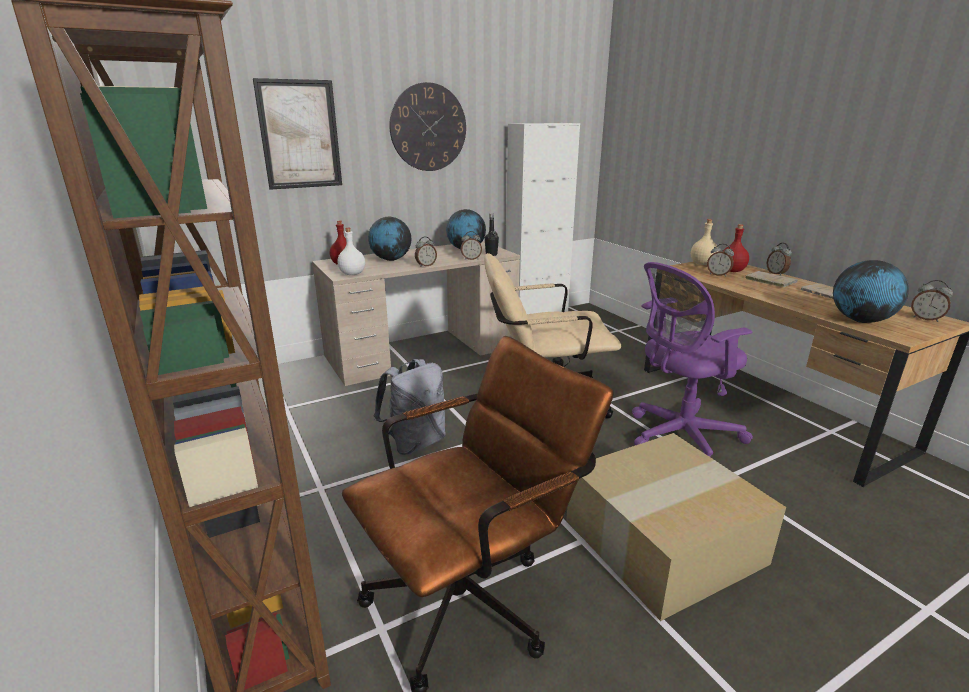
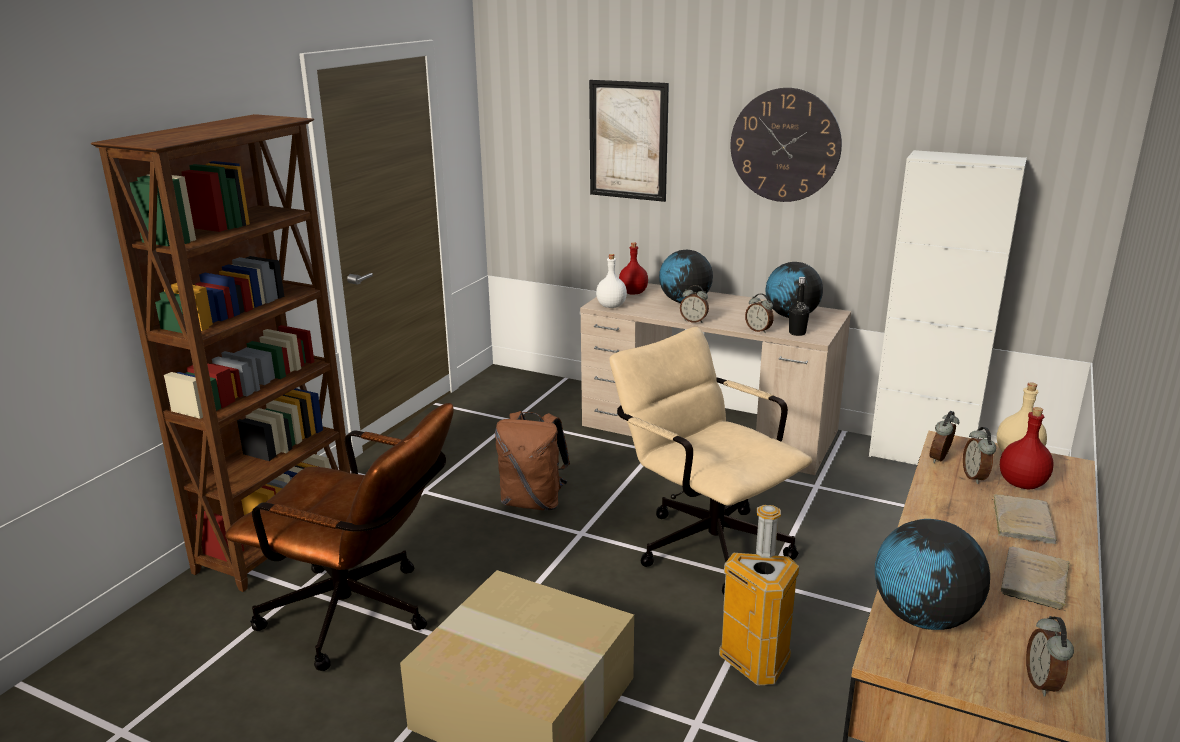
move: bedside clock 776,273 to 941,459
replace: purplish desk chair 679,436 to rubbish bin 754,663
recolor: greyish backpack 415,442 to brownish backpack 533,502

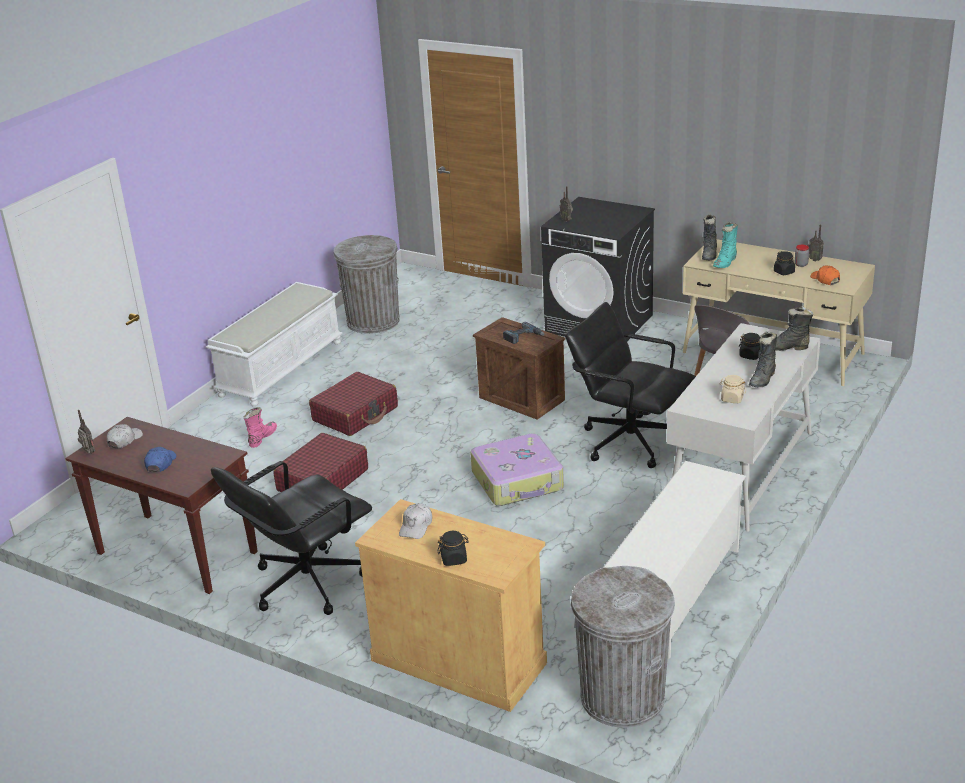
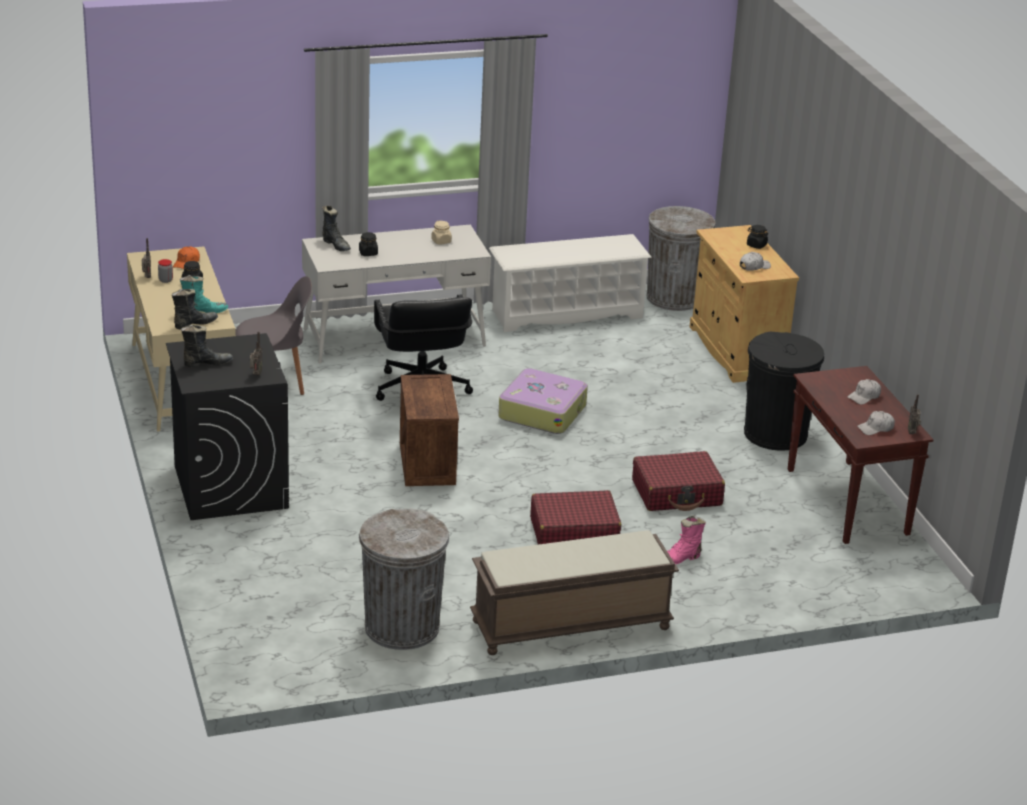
delete: drill 523,337
move: black high-top boot 763,379 to 207,363
replace: black desk chair 306,583 to black rubbish bin 775,434
recolor: blue-coloured peaked cap 160,463 to white peaked cap 864,397; white long seat 281,368 to brownish long seat 570,625

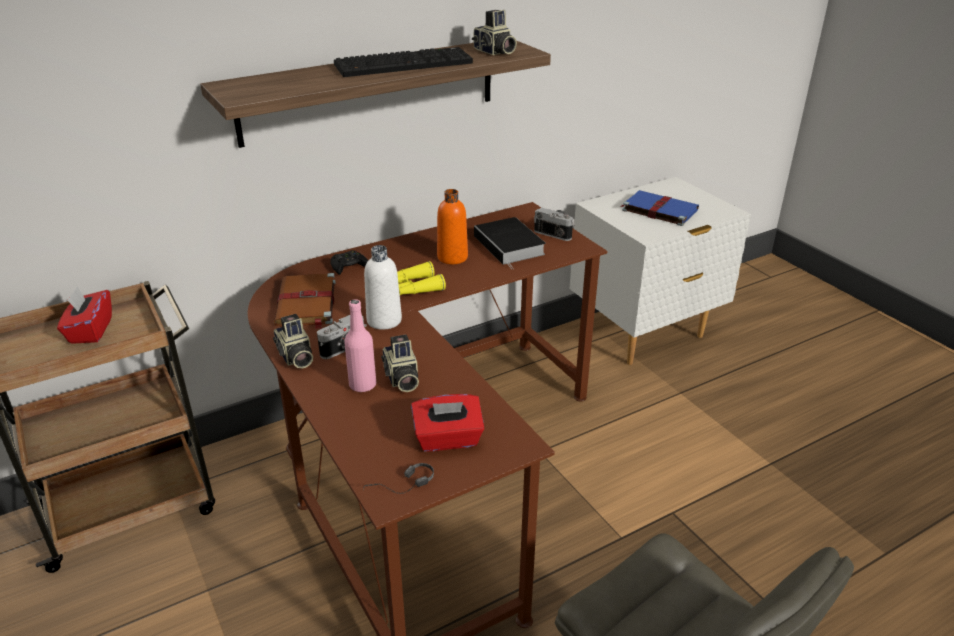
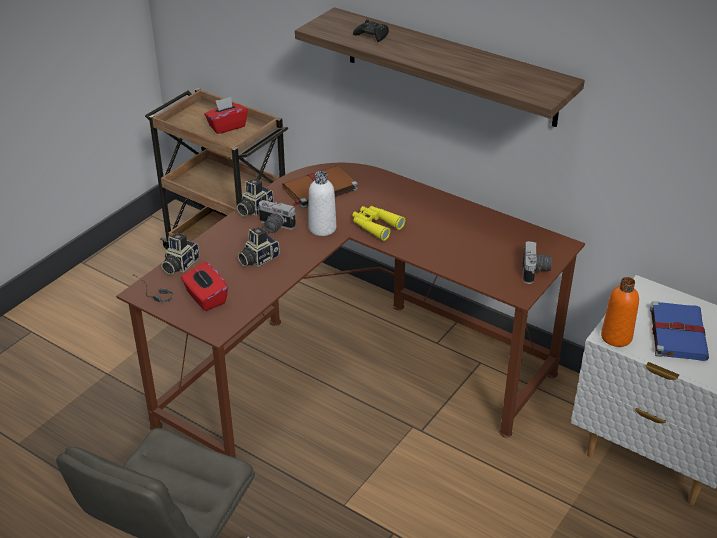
delete: keyboard 404,64; pink-coloured beverage bottle 362,385; book 510,246
move: black joypad 348,266 to 372,35; orangey beverage bottle 452,257 to 616,337; photo camera 494,52 to 179,265

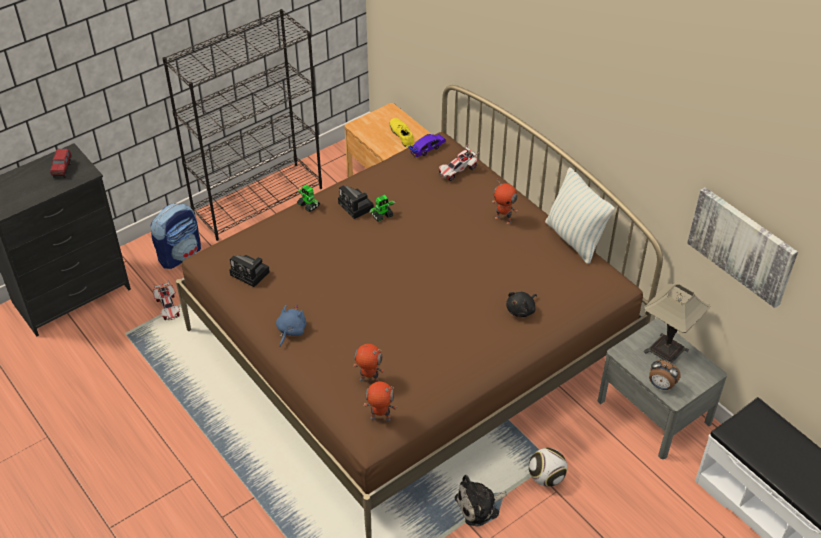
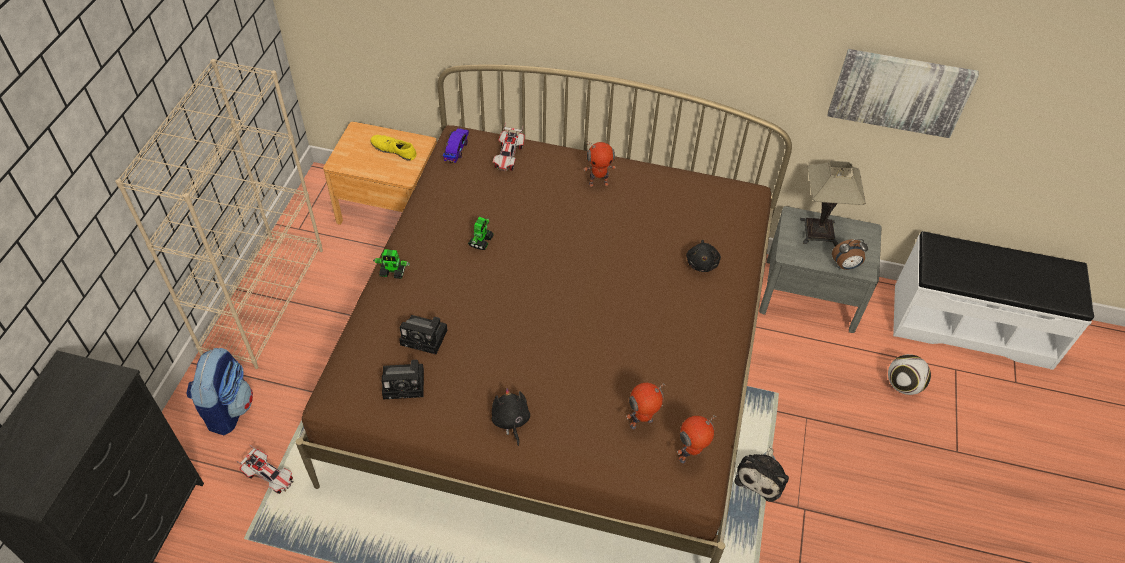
delete: toy lorry 63,169; throw pillow 574,239
move: photo camera 357,207 to 426,337; football ball 546,478 to 903,385
recolor: black bookshelf 258,200 to beige bookshelf 264,299; blue-coloured cuddly toy 290,331 to black cuddly toy 510,421

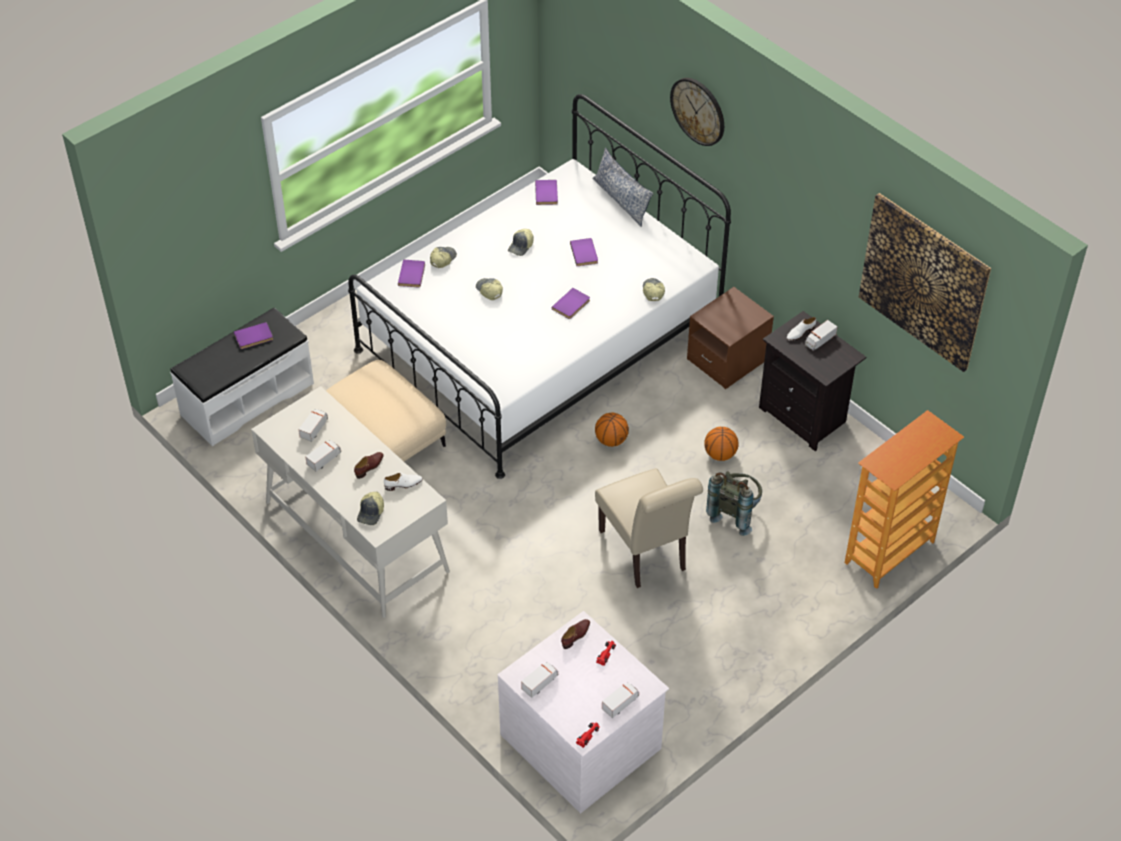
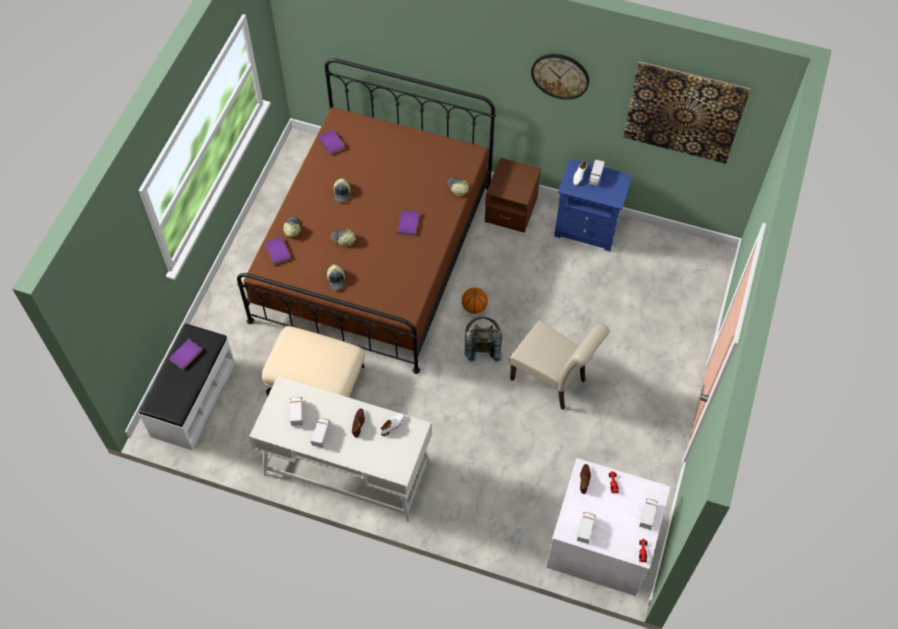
delete: purplish book 585,253; throw pillow 621,200; ball for basketball 720,454; bookshelf 890,553
move: peaked cap 371,513 to 337,280; clock on the wall 698,111 to 560,75; greyish backpack 734,513 to 482,346
recolor: white sleeping bed 539,338 to brownish sleeping bed 373,252; black night table 805,416 to blue-coloured night table 587,228

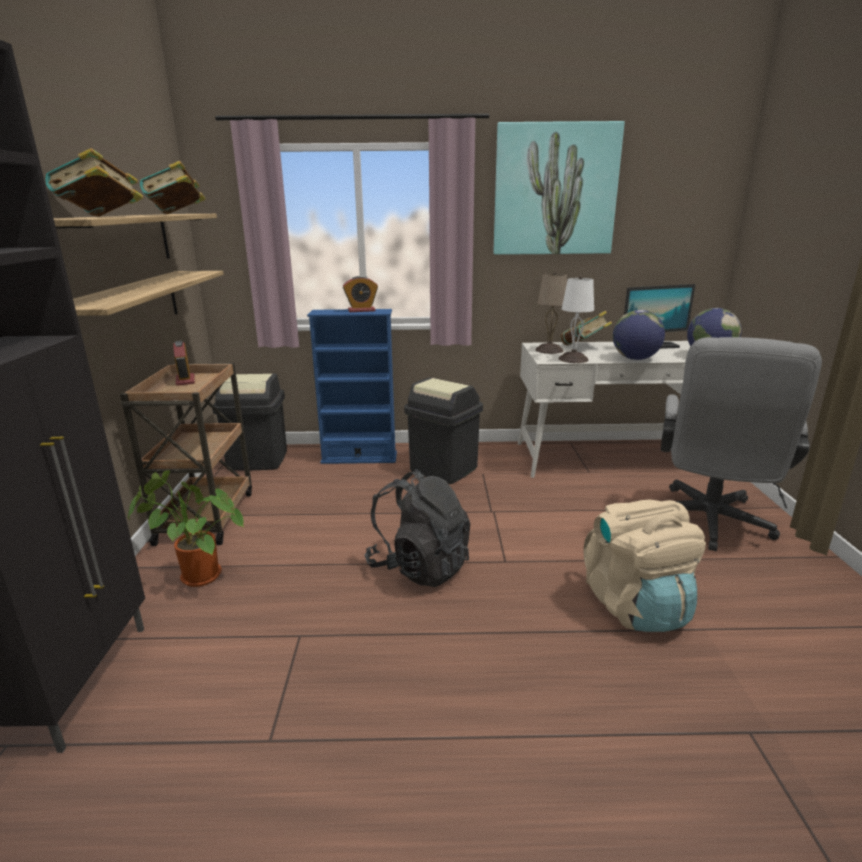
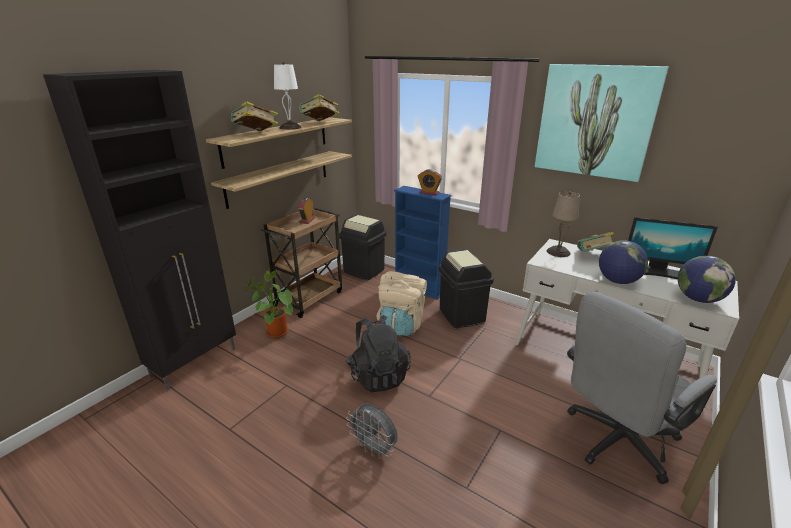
insert: greyish cooling fan 374,449
move: white lamp for a table 572,359 to 290,127; beige backpack 636,605 to 401,324

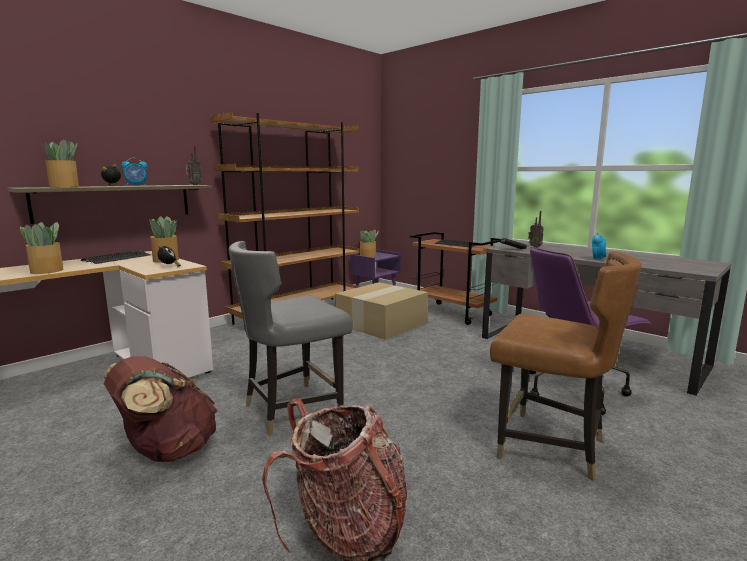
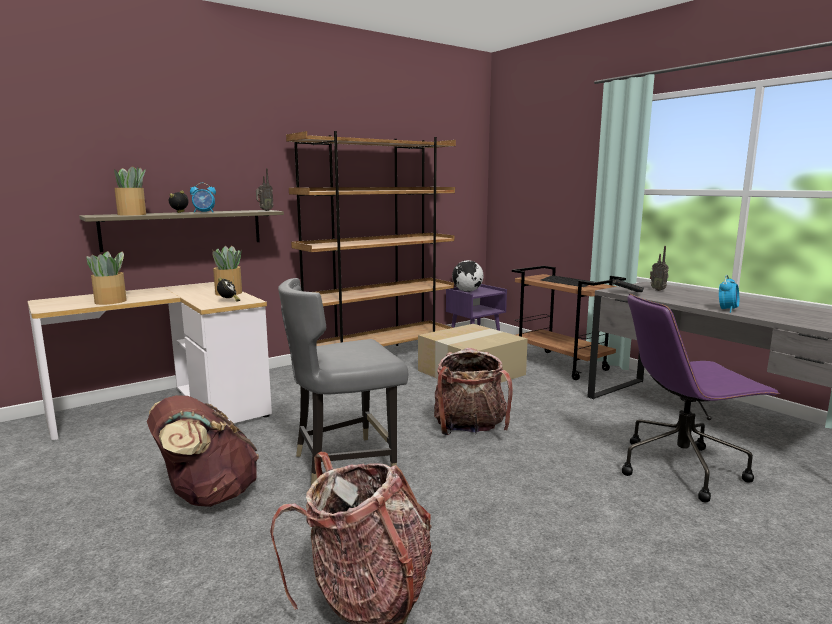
delete: keyboard 117,258; brownish upright chair 550,446
insert: backpack 469,428
replace: plant in a pot 368,256 to globe 467,291

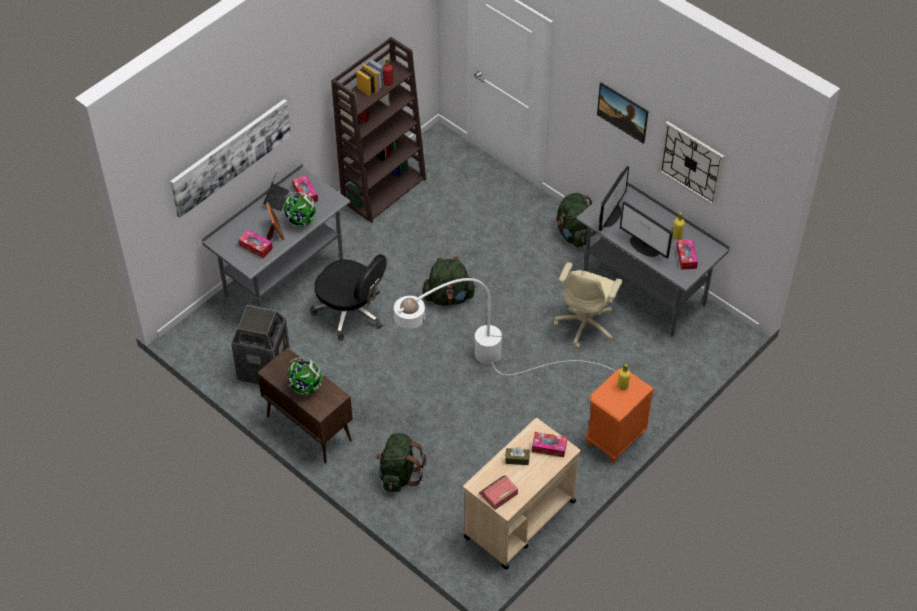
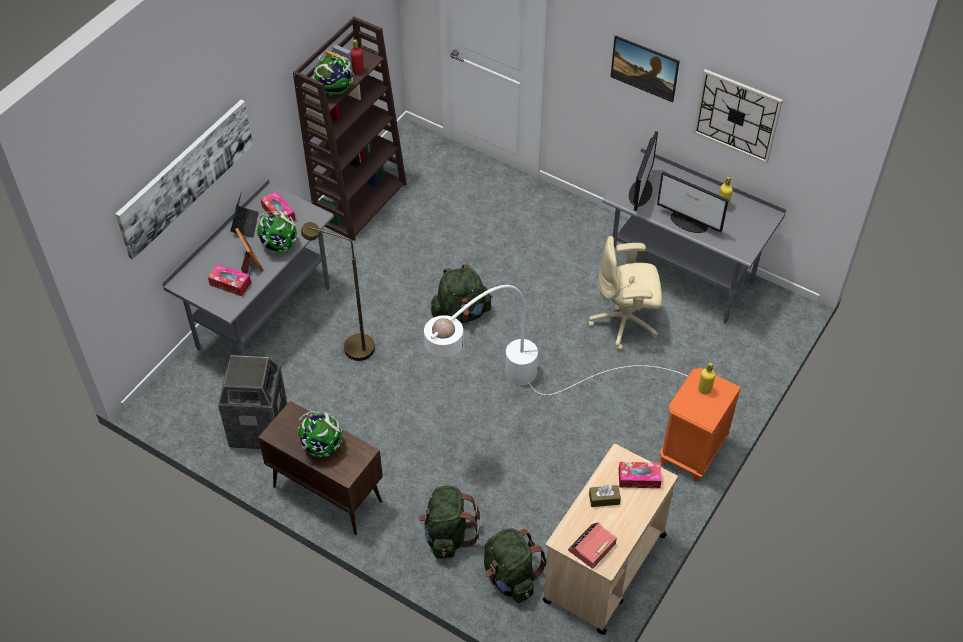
delete: tissue box 686,257
insert: globe 334,91
move: green-coloured backpack 574,234 to 510,577
replace: black desk chair 351,312 to brownish standard lamp 350,347
rotate: beige desk chair 586,324 = 625,323 75 degrees clockwise

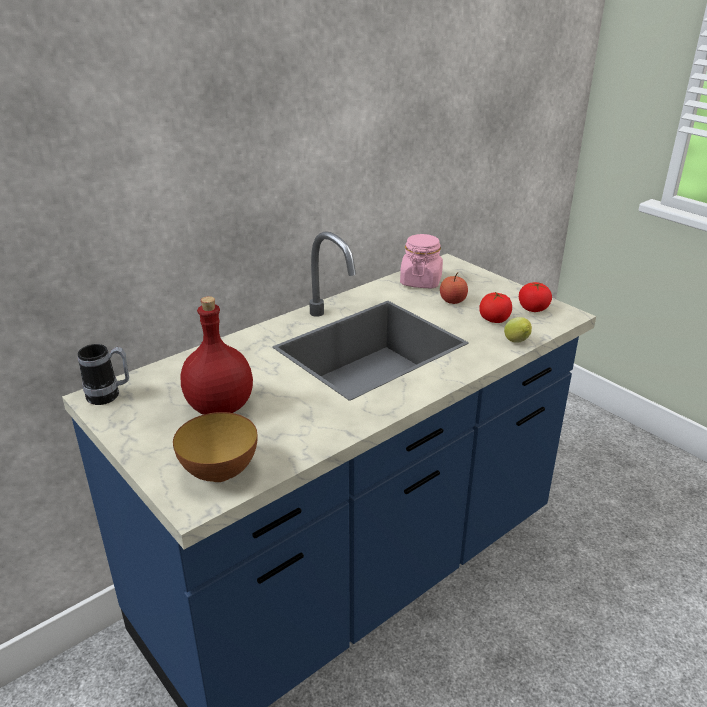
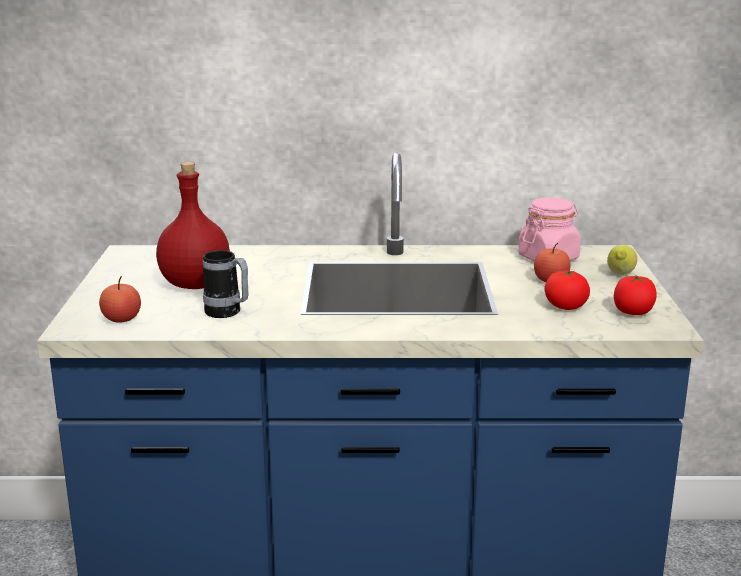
move: tea mug 109,396 to 228,313; lemon 517,342 to 620,275
replace: bowl 219,473 to apple fruit 121,319

